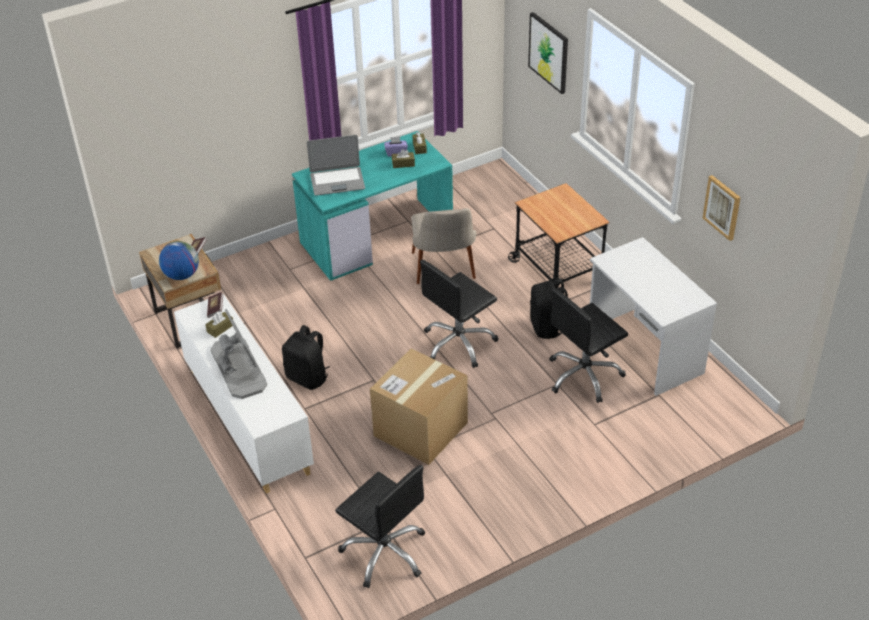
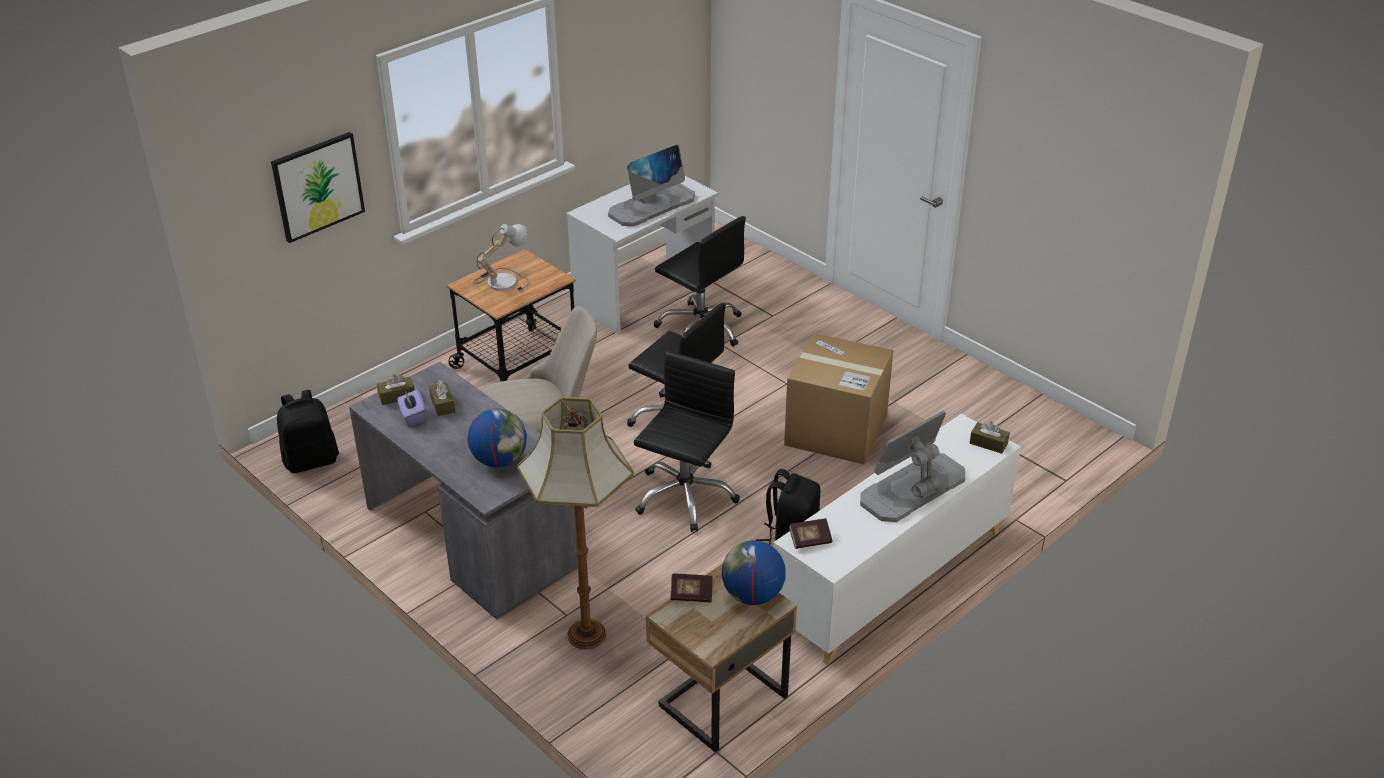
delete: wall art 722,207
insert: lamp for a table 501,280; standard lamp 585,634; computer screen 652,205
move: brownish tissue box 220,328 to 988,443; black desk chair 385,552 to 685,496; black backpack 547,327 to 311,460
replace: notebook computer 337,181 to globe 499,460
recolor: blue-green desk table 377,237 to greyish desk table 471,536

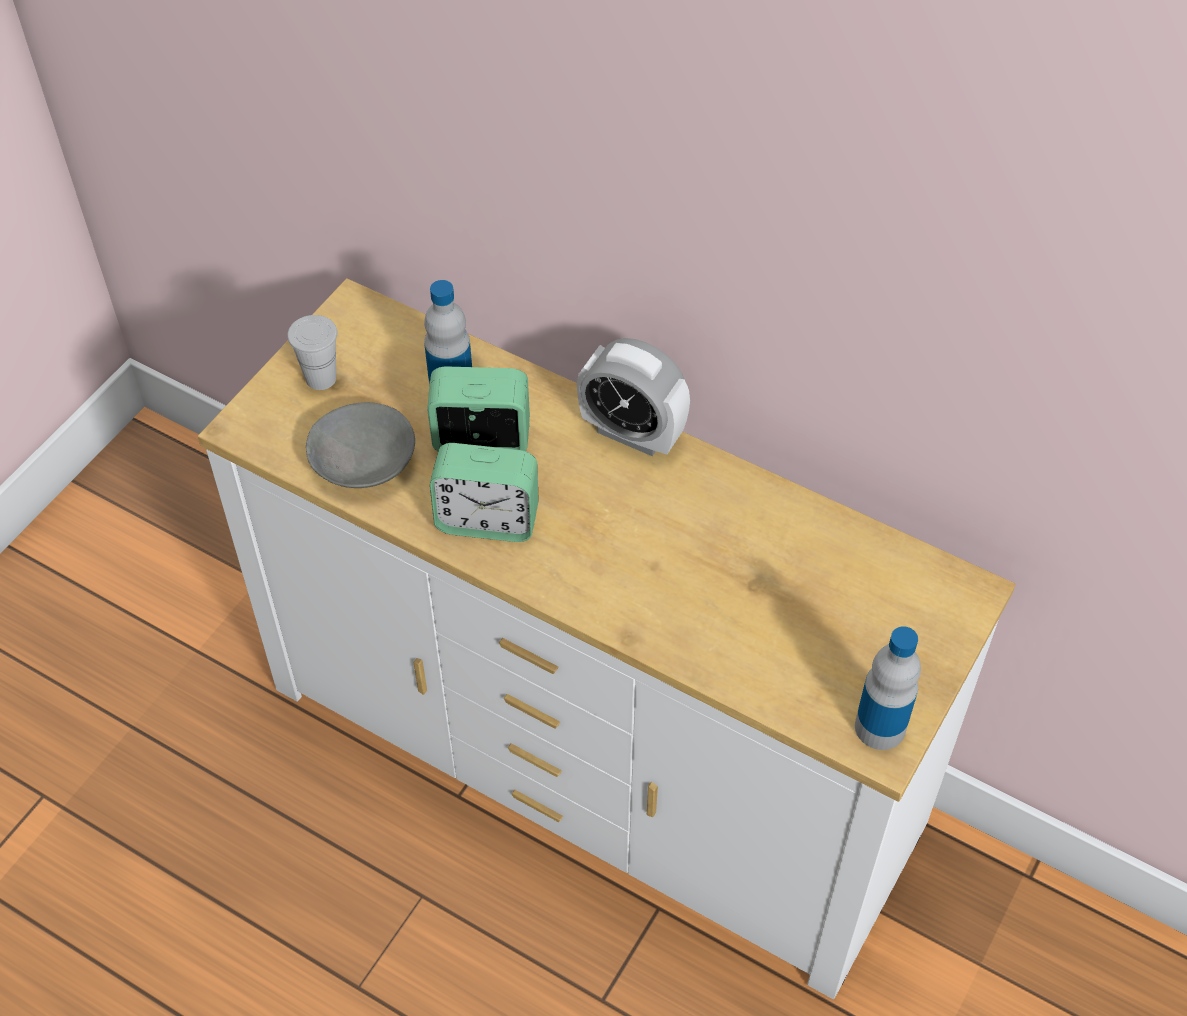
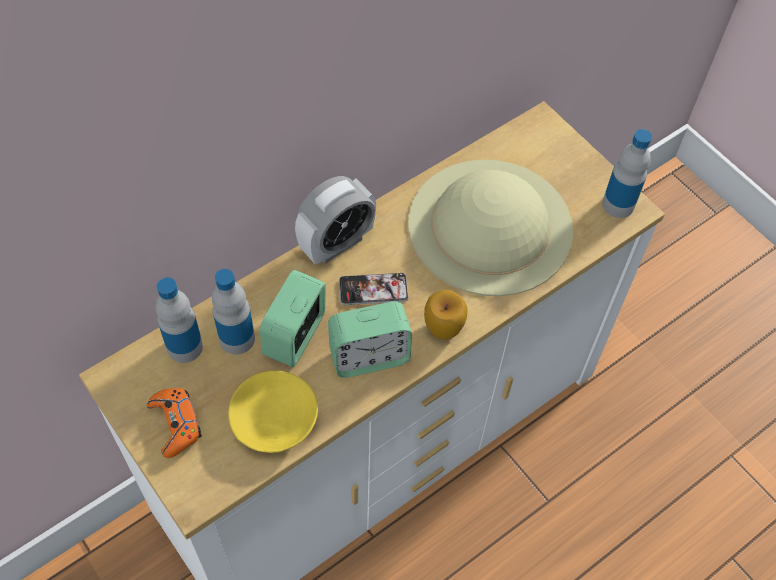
insert: beverage bottle 185,347; telephone 373,289; beige wearable hat 490,225; apple fruit 443,329
replace: white cup 321,378 to orangey joypad 175,424
recolor: greyish bowl 362,460 to yellow-coloured bowl 273,420
rotate: bedside clock 487,520 = 369,356 45 degrees clockwise

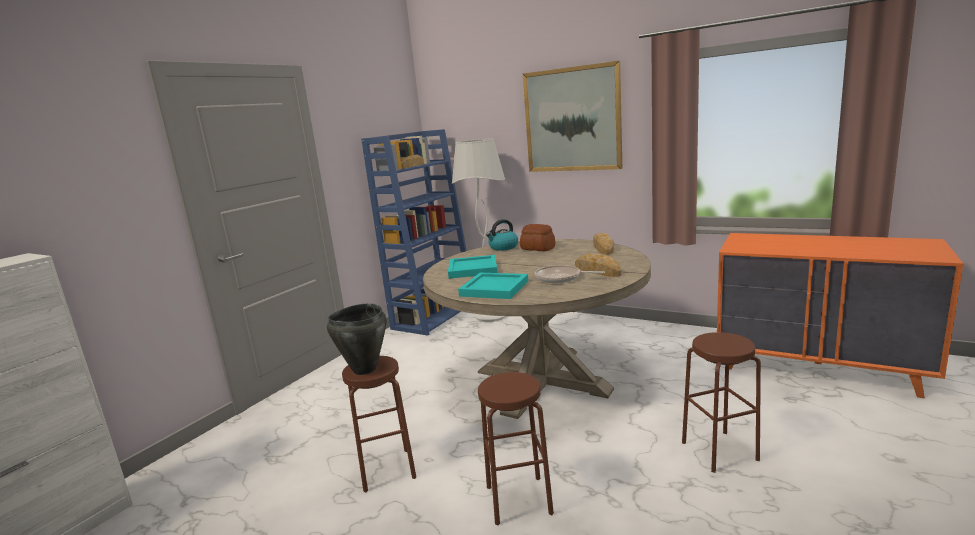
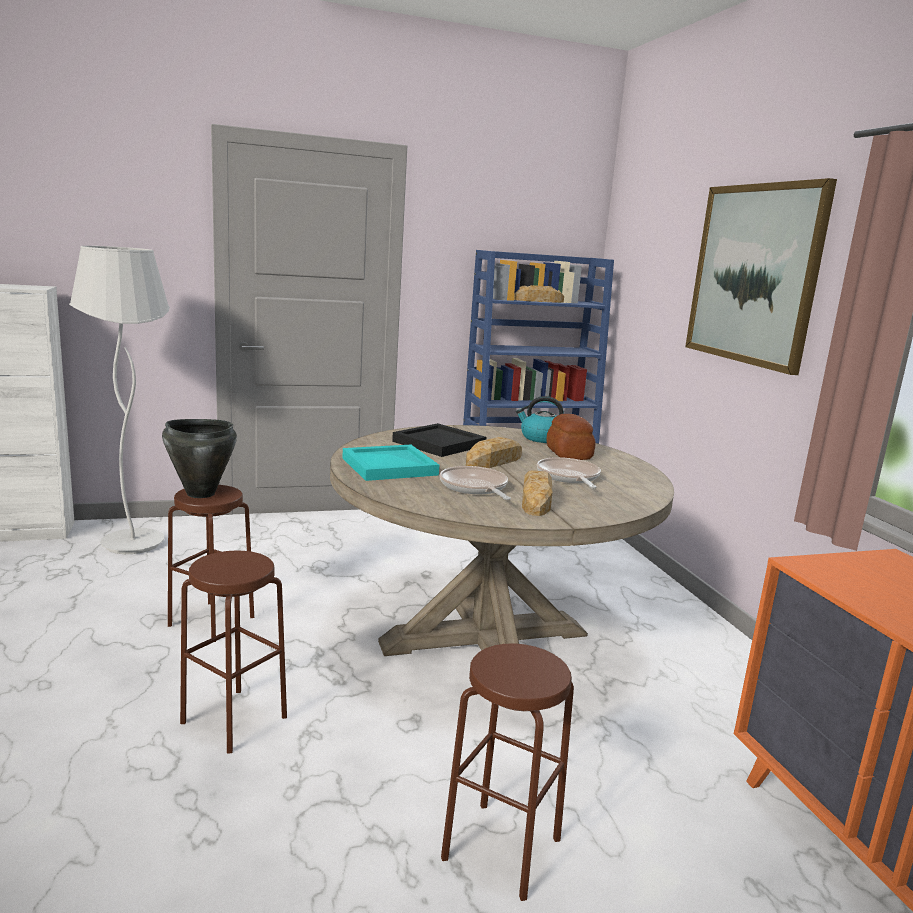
insert: pan 568,477
move: white standard lamp 491,316 to 133,544; bread 603,248 to 494,461
recolor: blue-green serving tray 473,269 to black serving tray 439,444

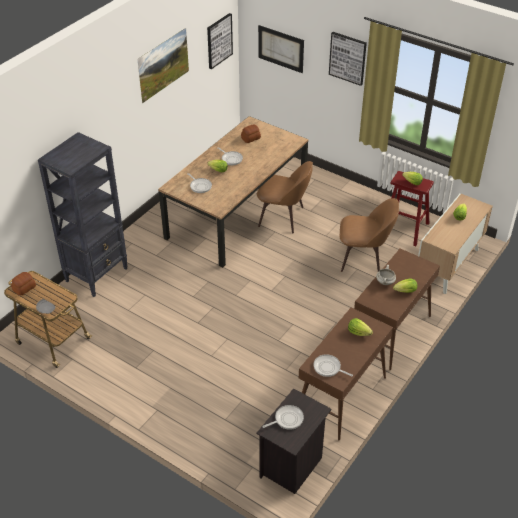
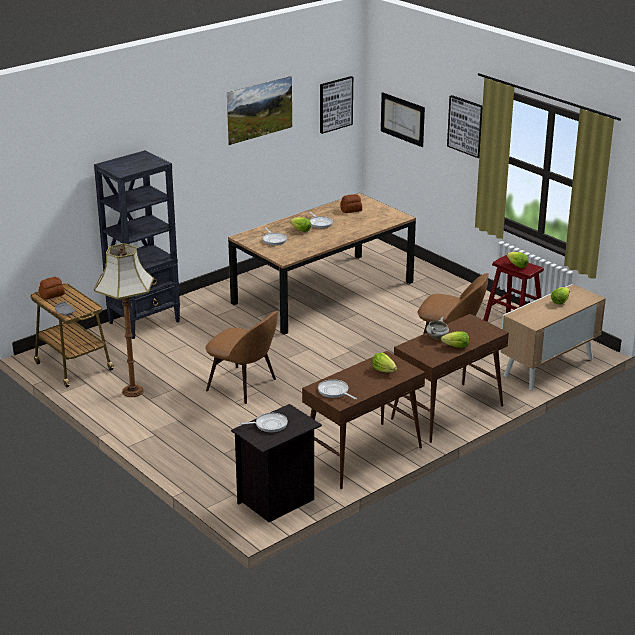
insert: standard lamp 132,391
move: brownish upright chair 283,217 to 244,385

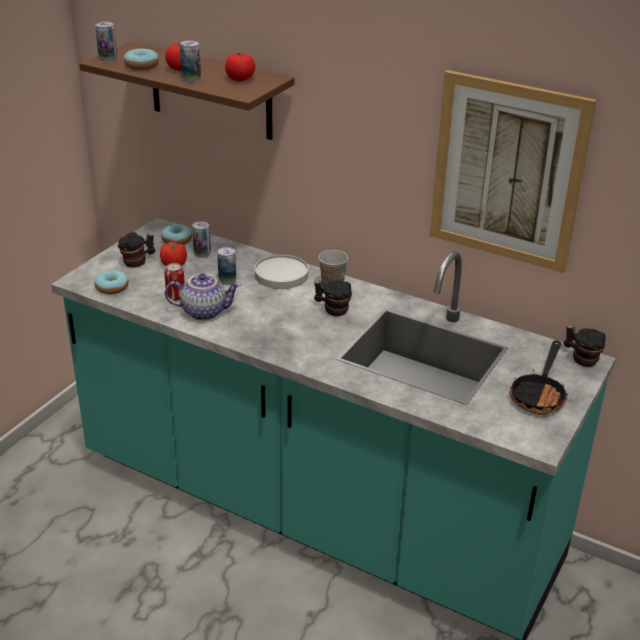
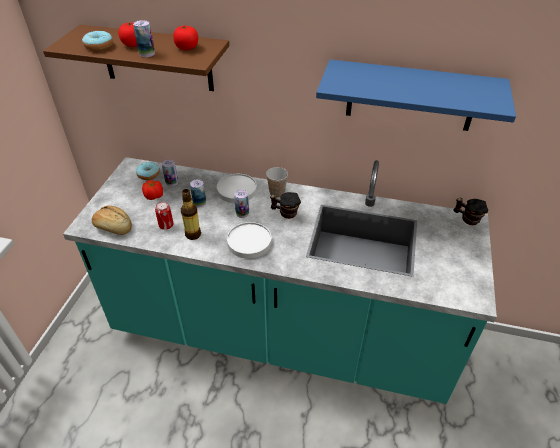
delete: tea mug 138,262; pan 539,395
insert: white plate 249,242
move: metal can 108,59 to 242,214
replace: donut 112,288 to bread 113,227; tea pot 204,311 to beverage bottle 193,234; wall art 507,172 to blue-coloured shelf 410,96

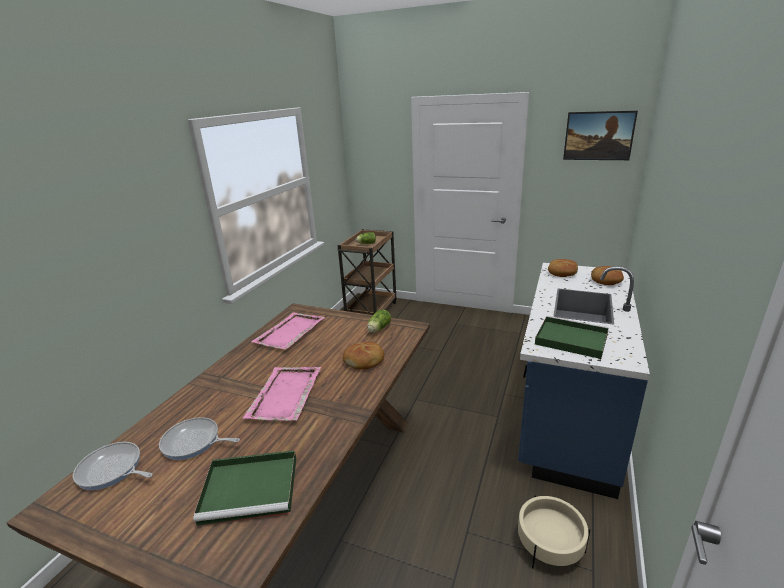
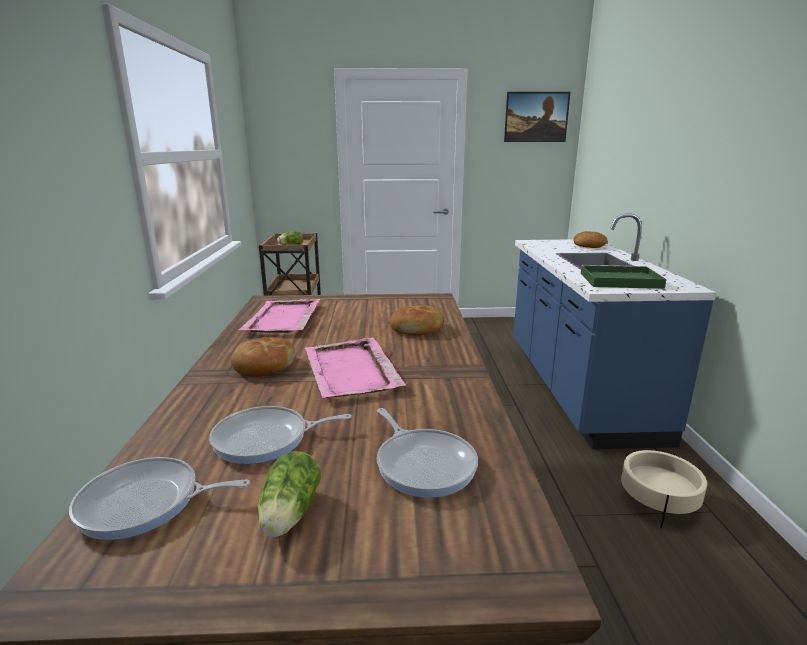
move: head of lettuce 378,329 to 288,515; bread 562,272 to 264,366
replace: green-coloured serving tray 252,488 to pan 423,464

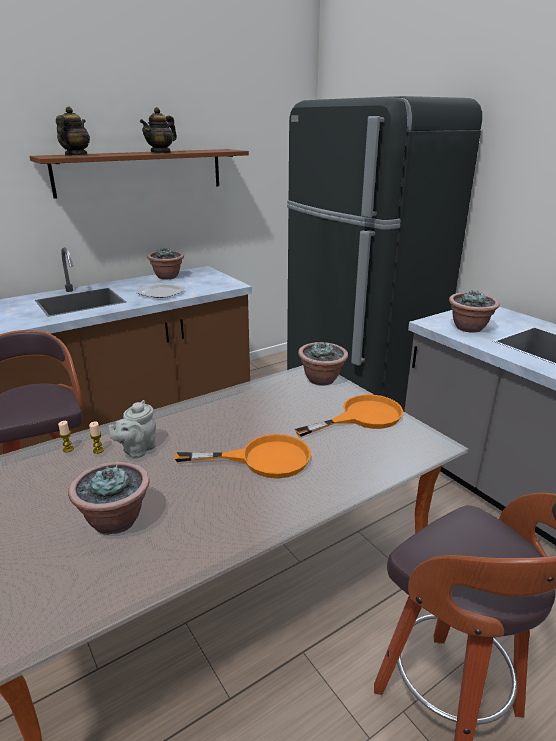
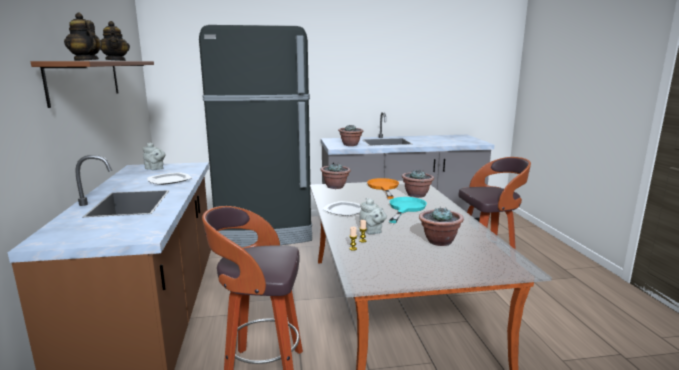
insert: greyish tea pot 155,169; plate 344,210
move: plant in a pot 167,277 to 416,195
recolor: orangey pan 262,459 to blue-green pan 405,208

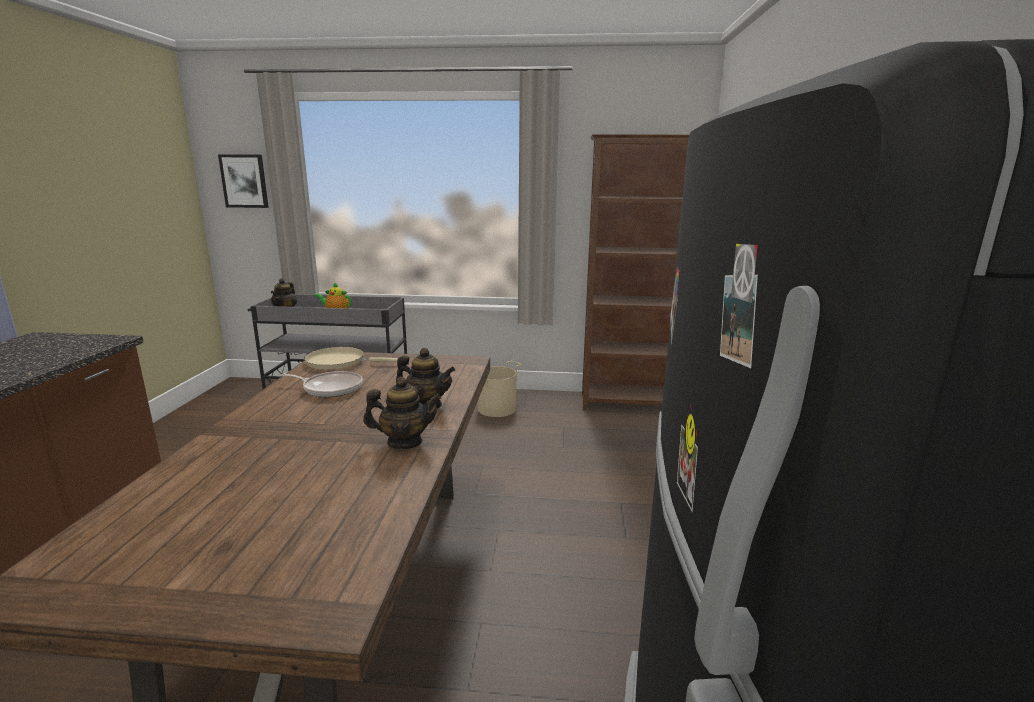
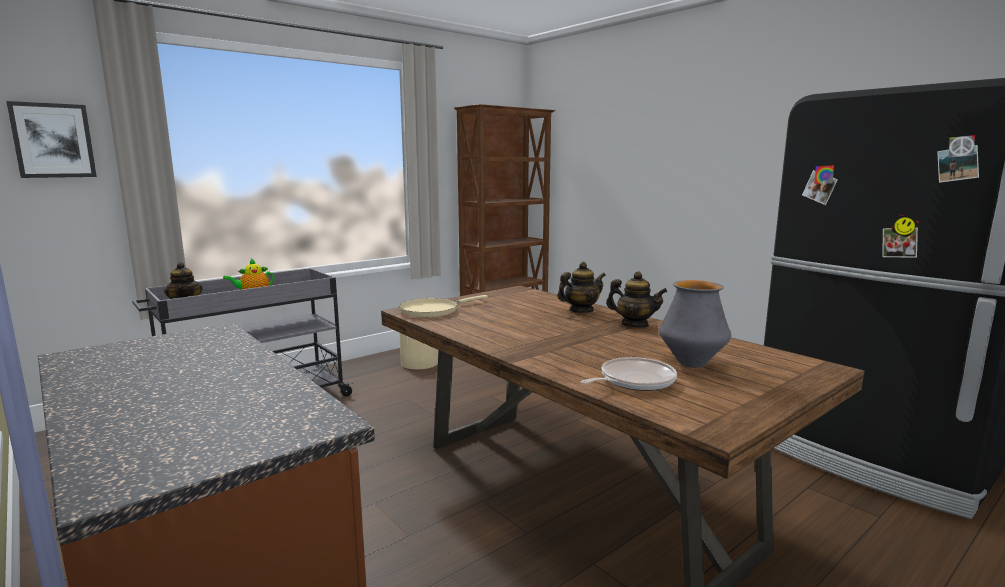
insert: decorative vase 691,363
move: pan 330,388 to 634,381
rotate: tea pot 404,442 = 634,325 75 degrees clockwise

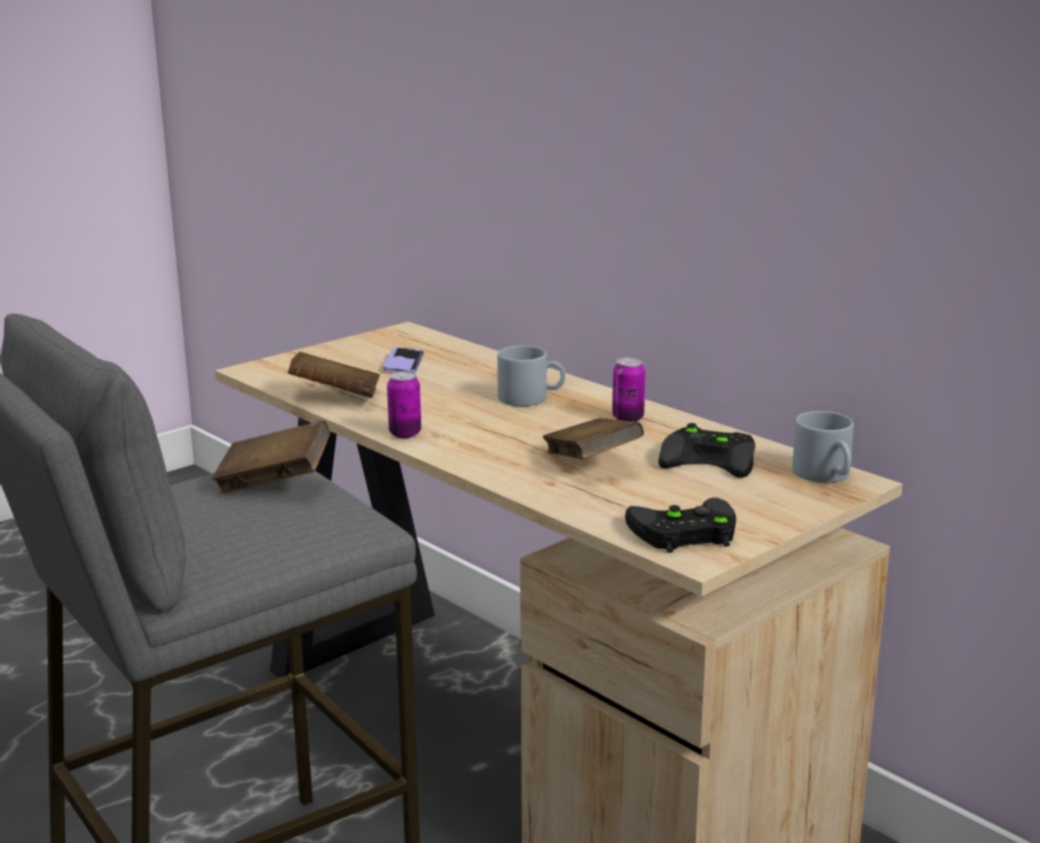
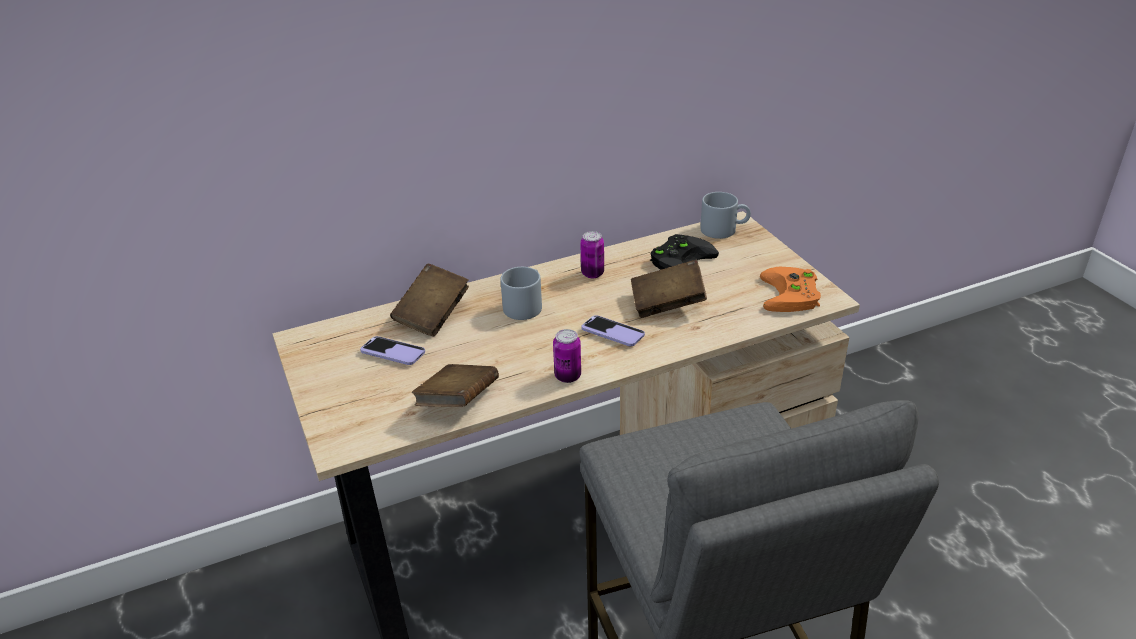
insert: telephone 612,332
move: brownish book 274,483 to 432,315
recolor: black joypad 681,533 to orangey joypad 792,295

